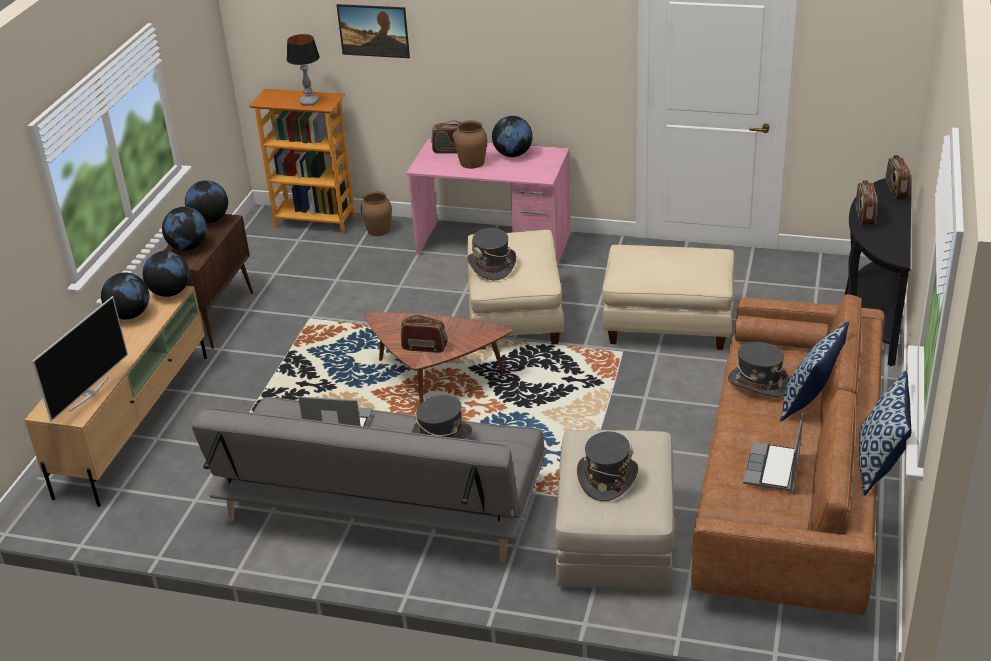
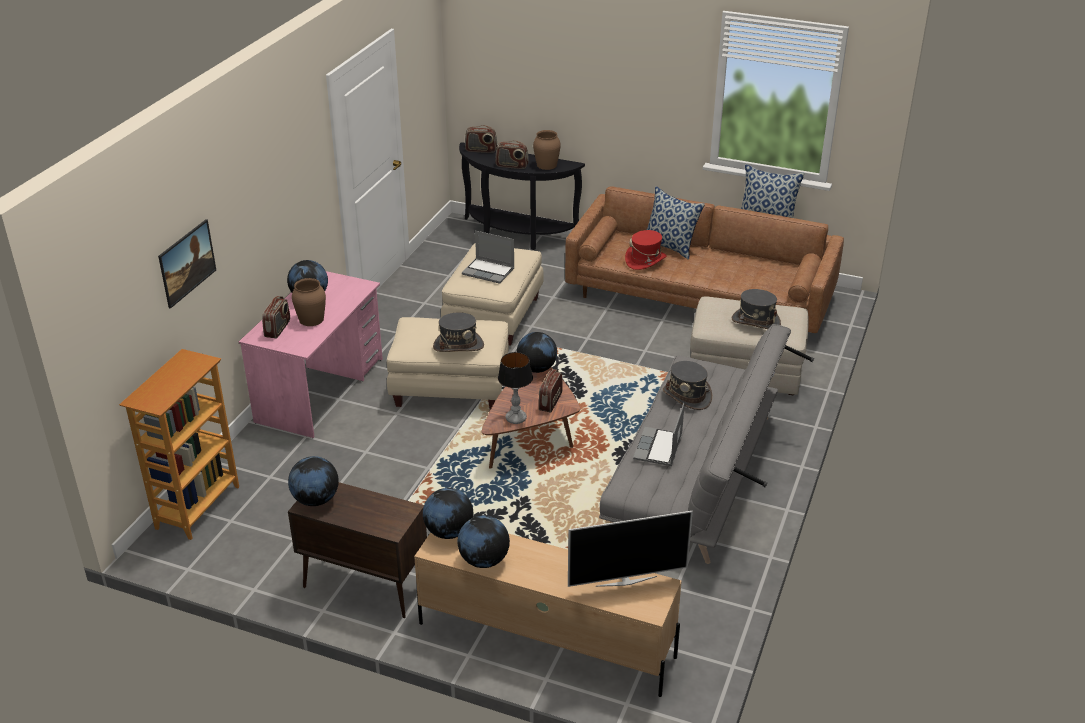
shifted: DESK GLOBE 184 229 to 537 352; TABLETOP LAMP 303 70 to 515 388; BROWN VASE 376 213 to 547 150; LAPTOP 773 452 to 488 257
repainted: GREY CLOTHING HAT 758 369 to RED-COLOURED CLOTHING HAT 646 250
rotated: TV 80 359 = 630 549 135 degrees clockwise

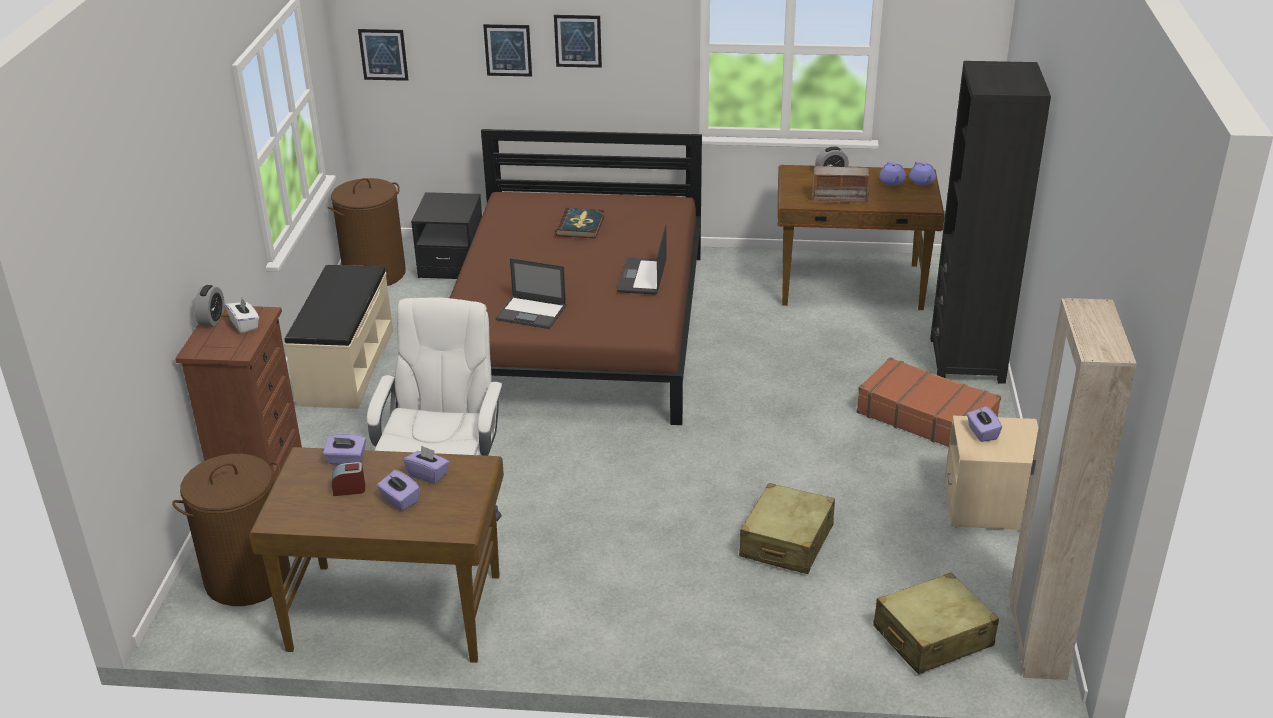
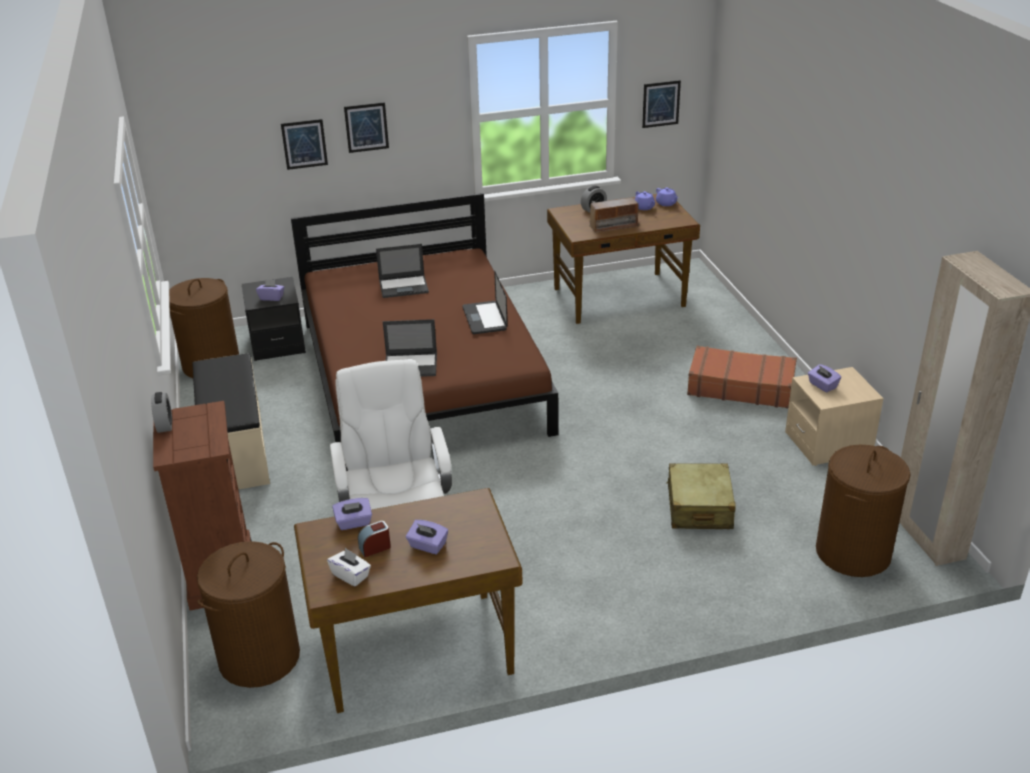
gone: BLACK BOOKCASE 990 222
shifted: WHITE-COLOURED TISSUE BOX 242 315 to 349 567; WALL PICTURE 383 55 to 661 104; PURPLE TISSUE BOX 426 464 to 270 290
swapped: BOUND BOOK 579 223 to LAPTOP 402 271; BEIGE PIECE OF LUGGAGE 936 623 to BROWN LAUNDRY BASKET 863 511

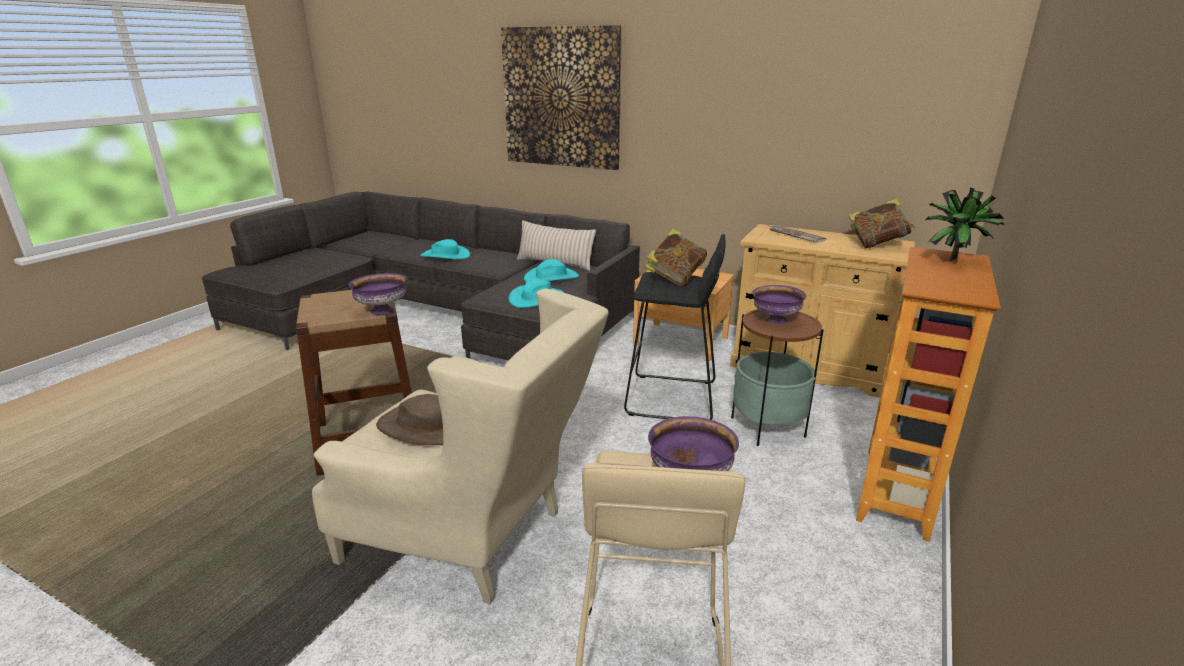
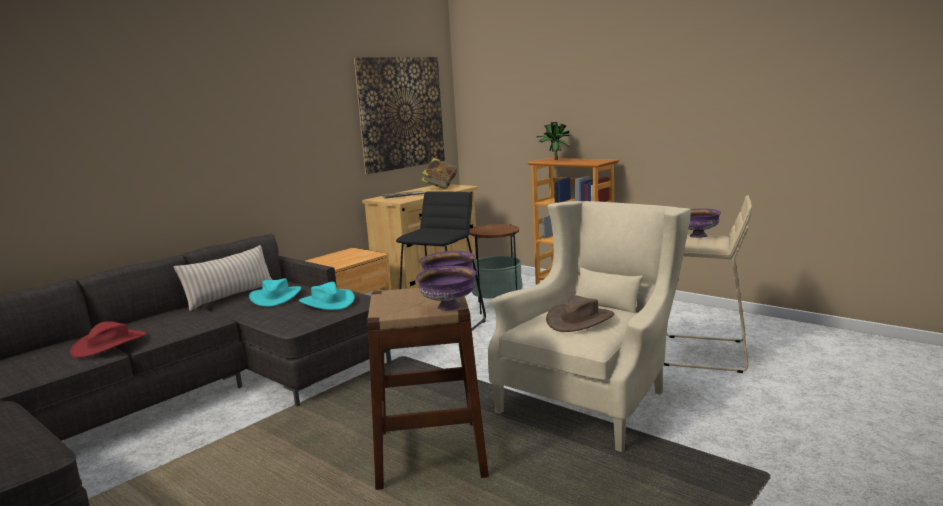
gone: BOUND BOOK 675 257
shifted: WALL PICTURE 561 97 to 399 115; PURPLE DEEP DISH 779 304 to 446 288
repainted: TURQUOISE-COLOURED CLOTHING HAT 445 249 to RED-COLOURED CLOTHING HAT 108 339

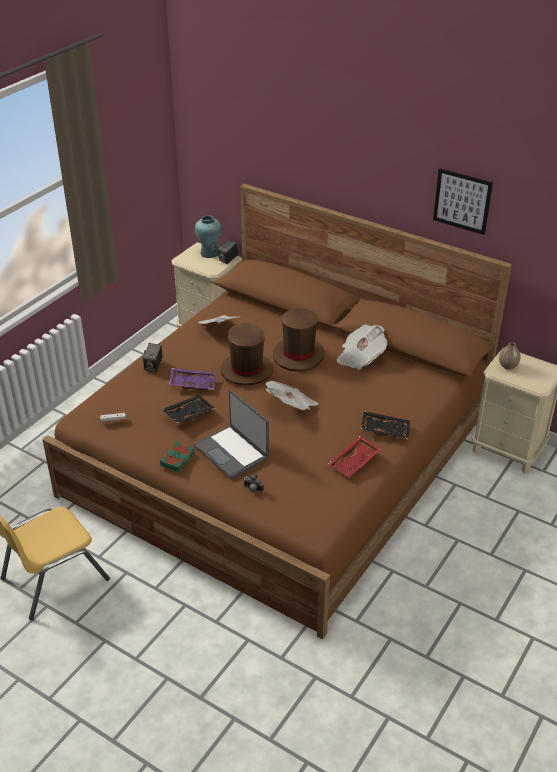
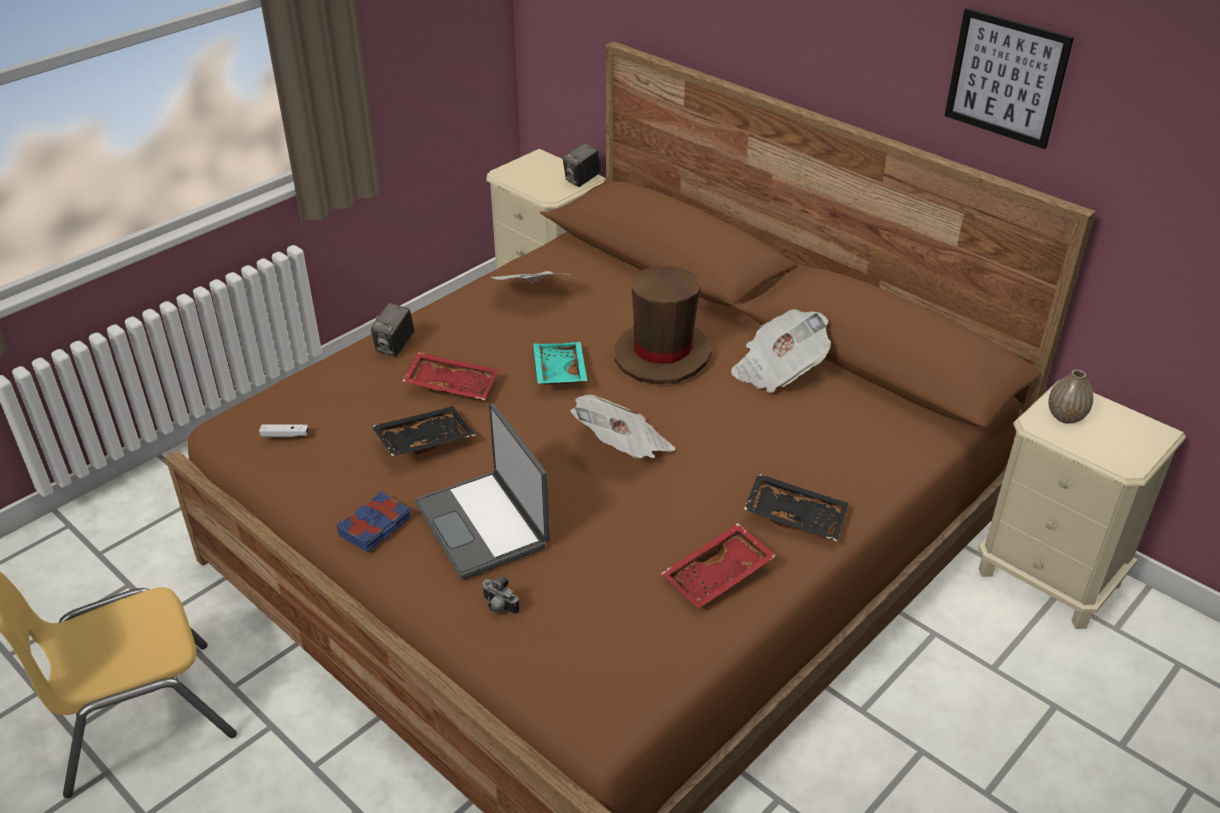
gone: TURQUOISE-COLOURED VASE 208 236
swapped: BROWN CLOTHING HAT 247 354 to TURQUOISE-COLOURED CARRYING TRAY 560 363
repainted: GREENISH BOUND BOOK 177 457 to BLUISH BOUND BOOK 374 521; PURPLE CARRYING TRAY 192 379 to RED-COLOURED CARRYING TRAY 450 376

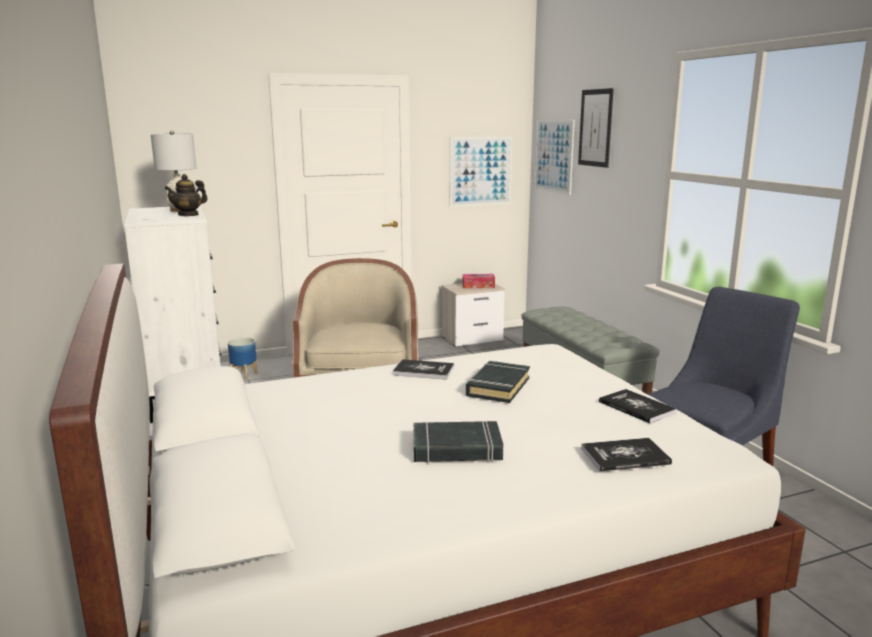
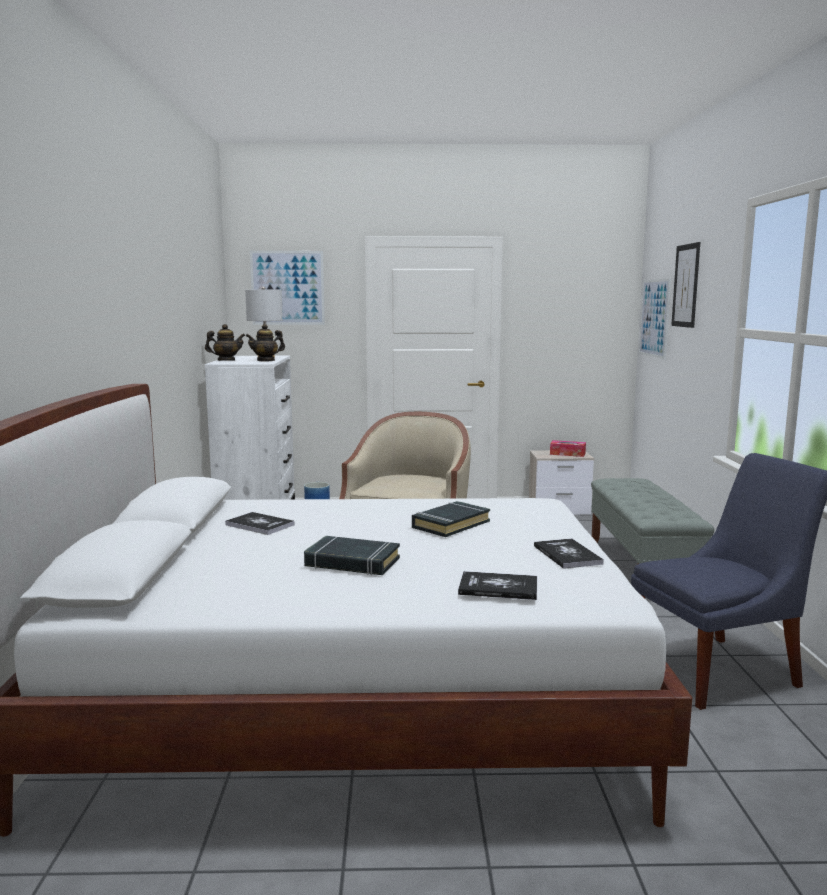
new: TEA POT 225 342
shifted: BOUND BOOK 423 369 to 260 523; WALL PICTURE 481 171 to 287 288

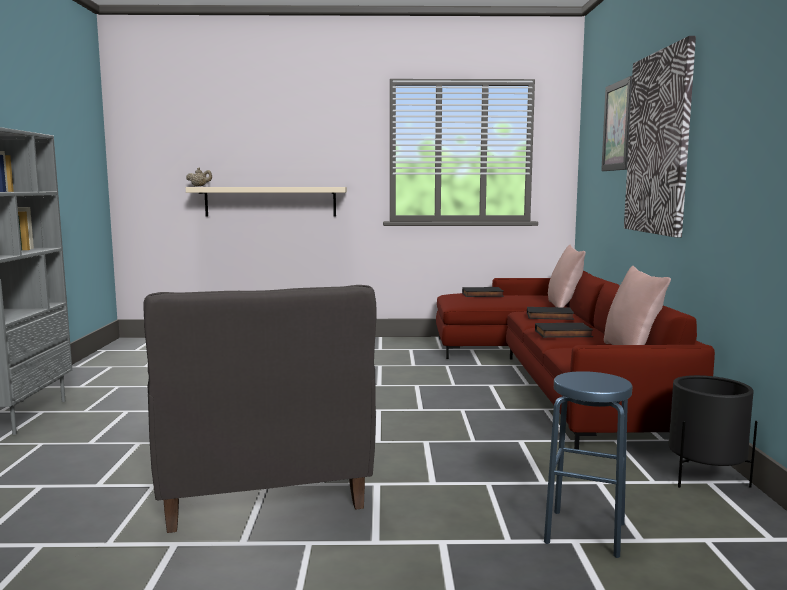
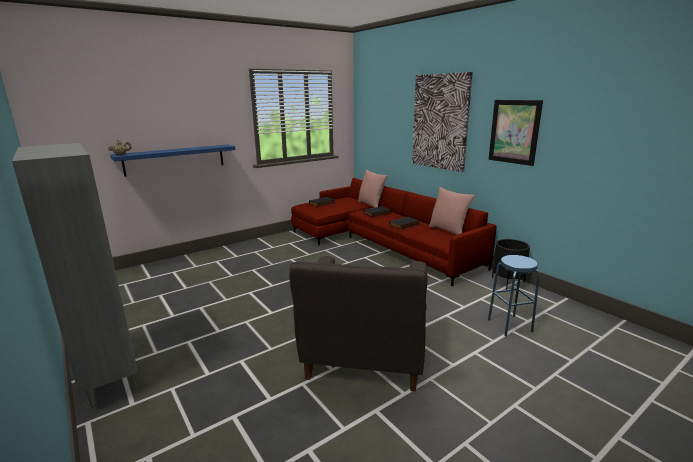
shifted: WALL PICTURE 616 123 to 515 133
repainted: BEIGE SHELF 266 202 to BLUISH SHELF 172 161
rotated: GREY EASY CHAIR 260 409 = 358 324 60 degrees clockwise

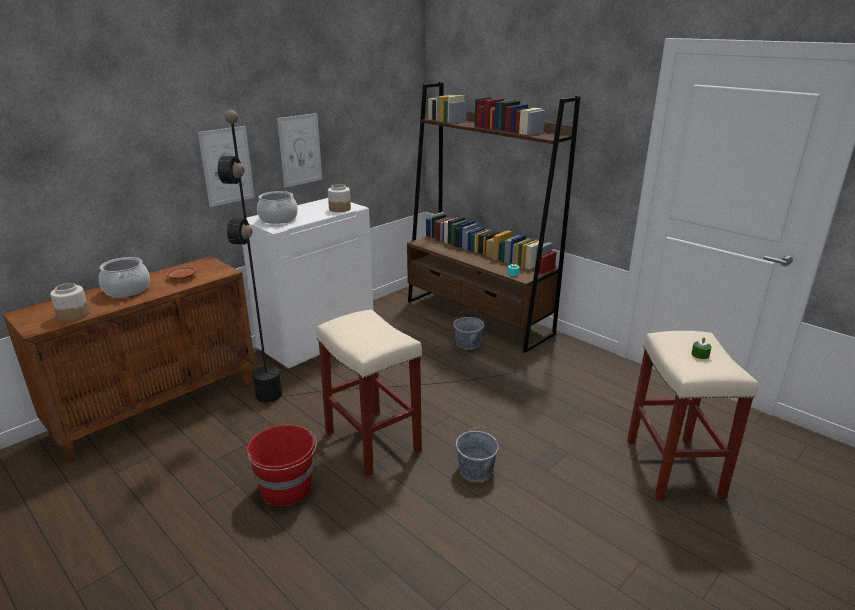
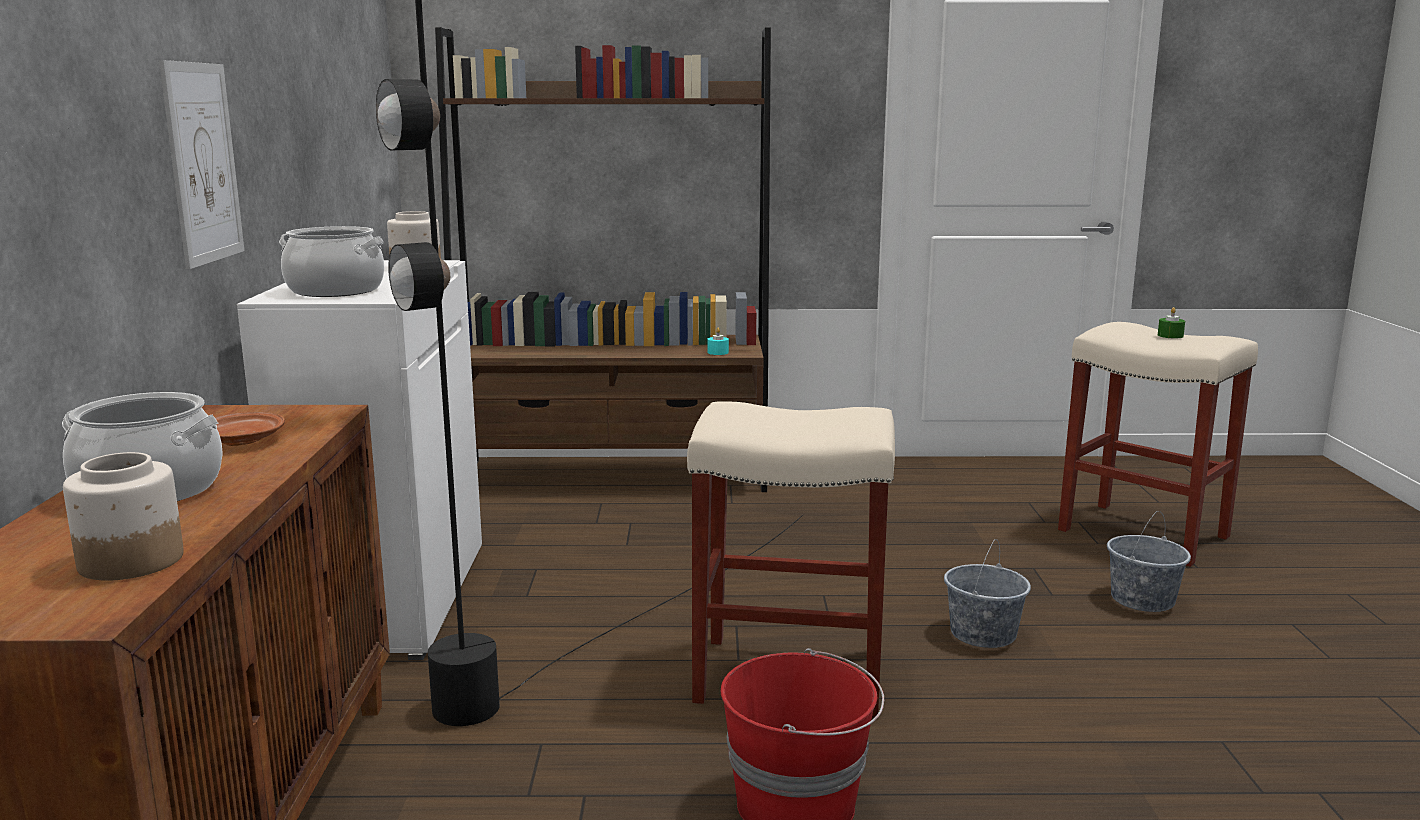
gone: WALL PICTURE 299 150
shifted: GREY BUCKET 468 329 to 1149 561

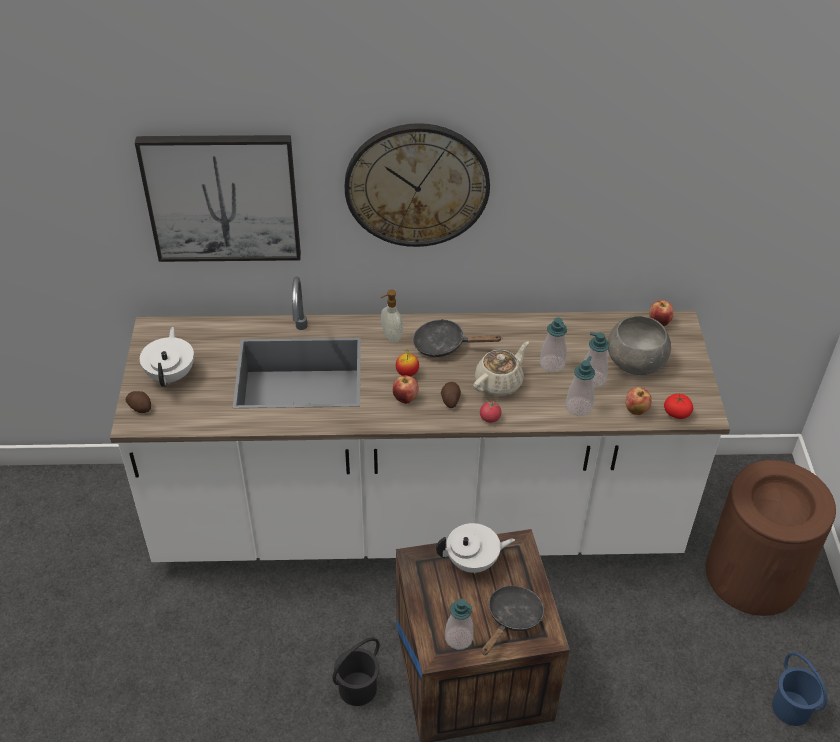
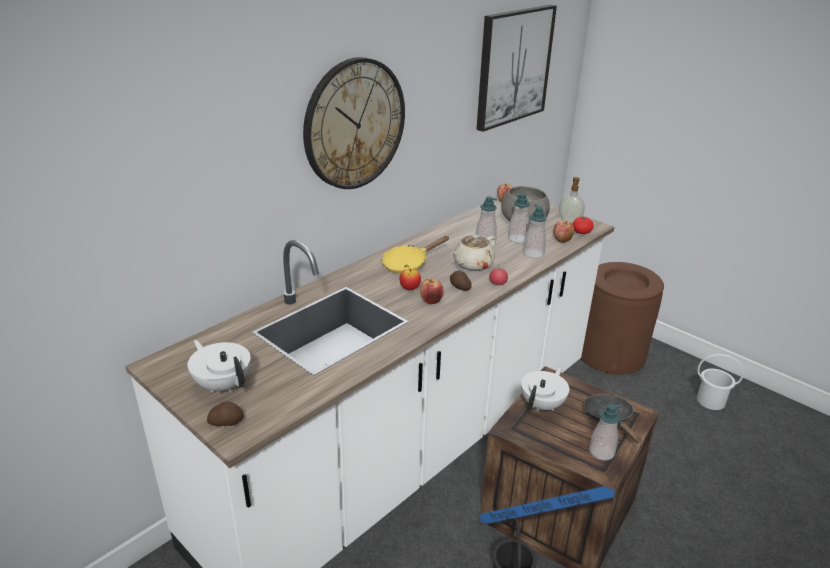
shifted: WALL PICTURE 218 198 to 516 68; SOAP BOTTLE 392 316 to 572 200
repainted: BLACK PAN 457 338 to YELLOWISH PAN 415 254; BLUISH BUCKET 799 689 to WHITE-COLOURED BUCKET 720 382
rotated: BEIGE TEA POT 501 369 = 473 252 135 degrees counterclockwise

